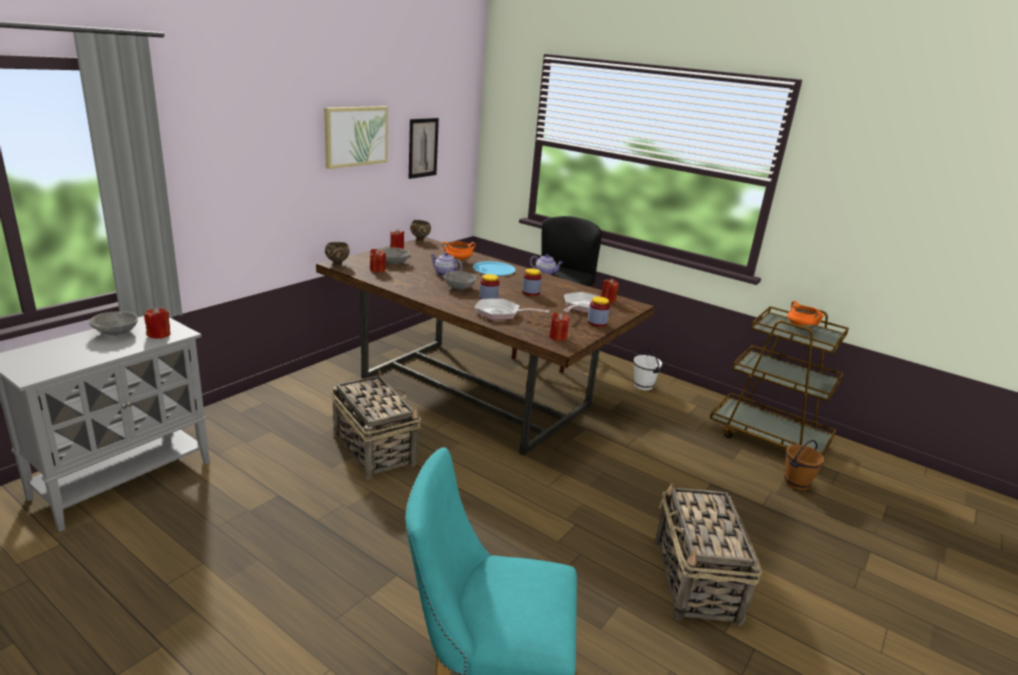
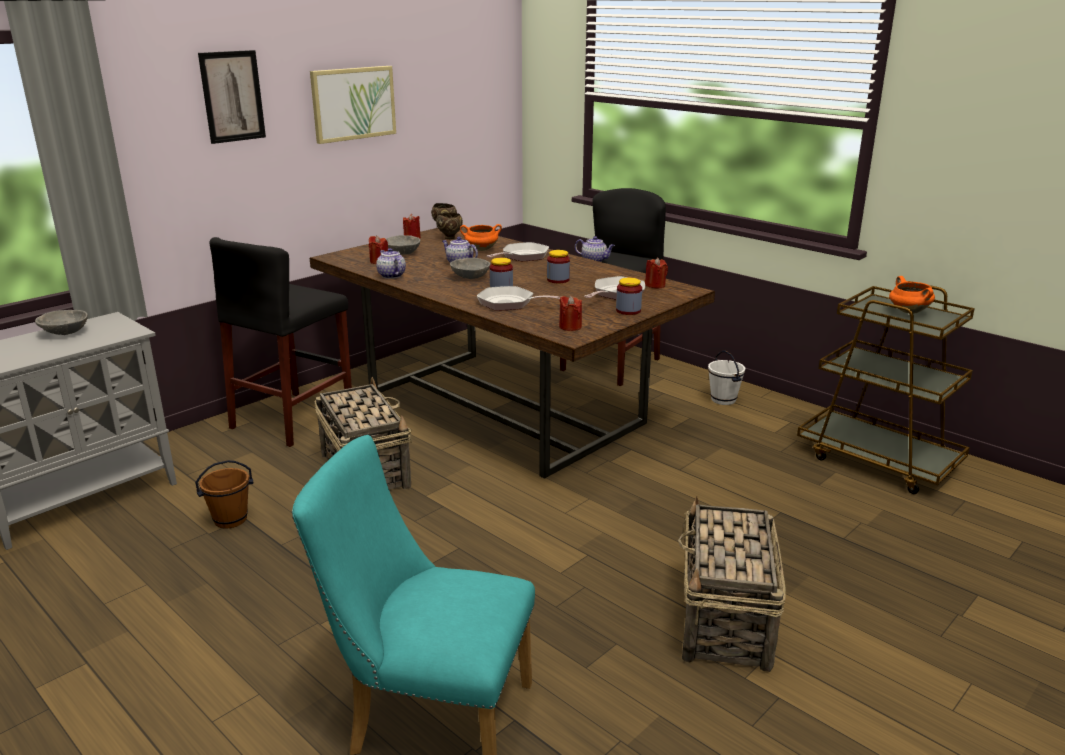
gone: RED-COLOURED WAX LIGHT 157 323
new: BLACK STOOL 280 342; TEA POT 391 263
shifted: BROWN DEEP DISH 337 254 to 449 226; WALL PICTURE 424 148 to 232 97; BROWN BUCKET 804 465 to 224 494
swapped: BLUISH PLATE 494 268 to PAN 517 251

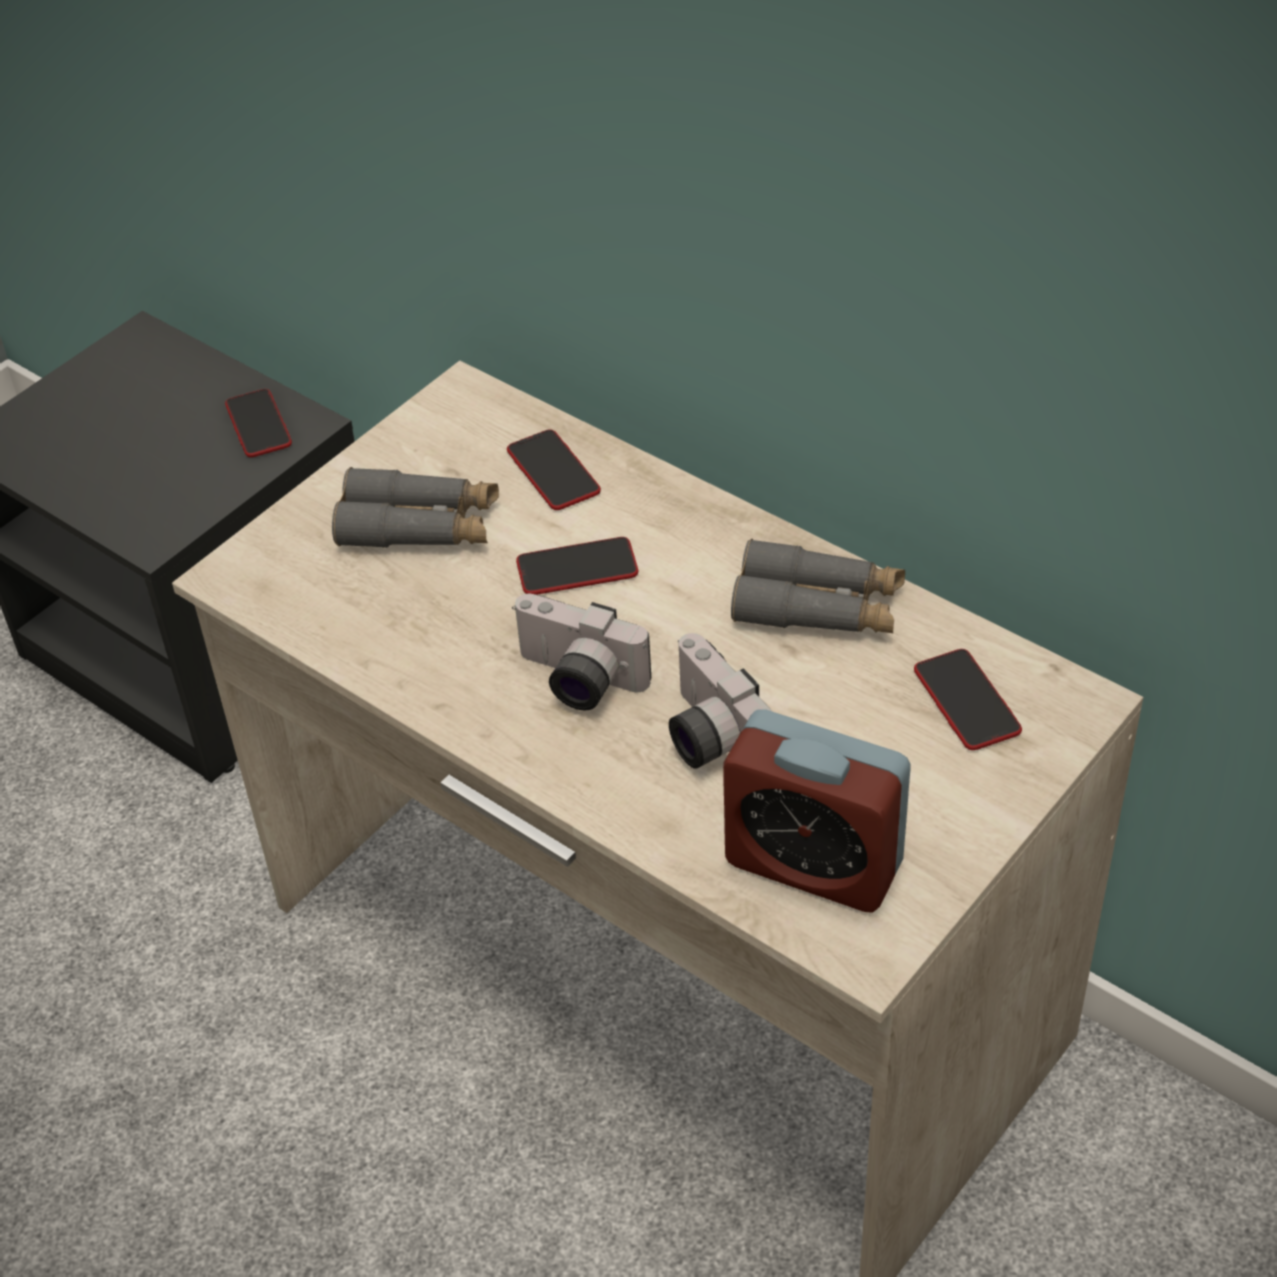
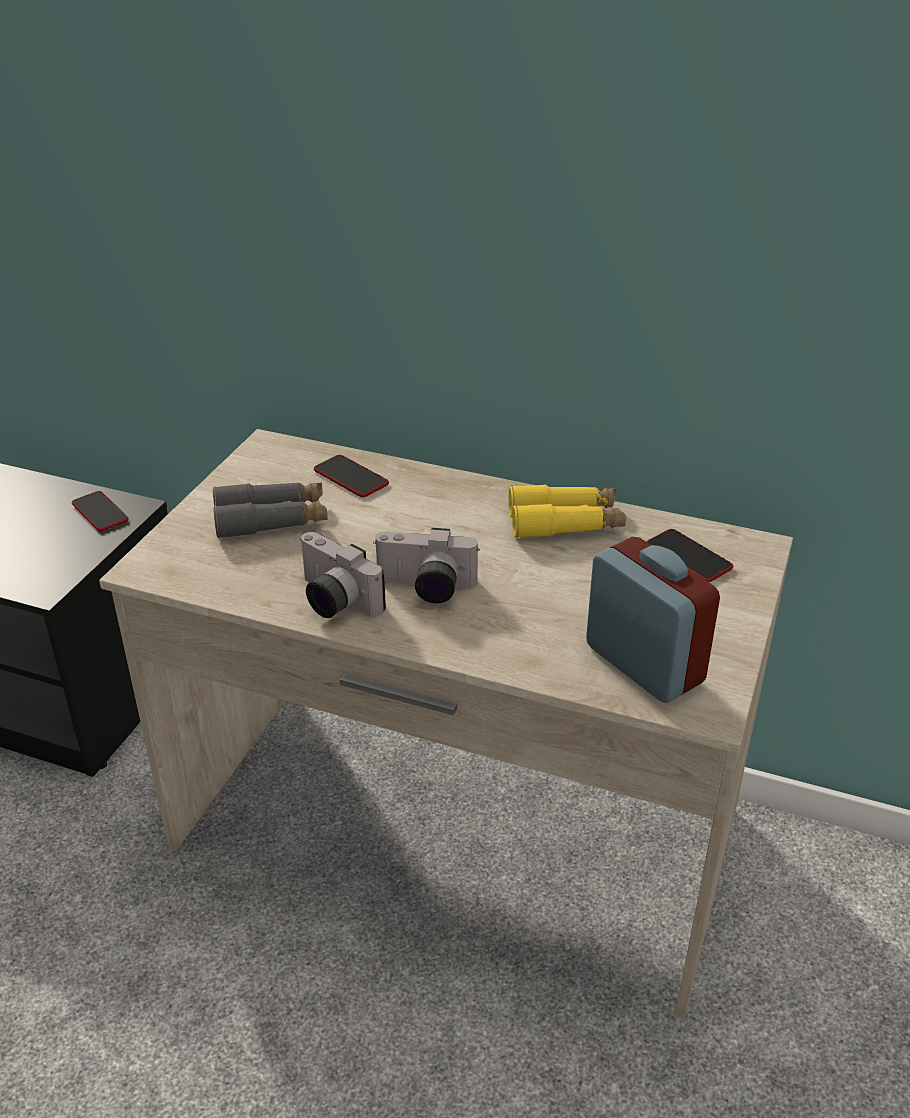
gone: PHONE 577 566
shifted: PHOTO CAMERA 721 701 to 343 575
repainted: GREY BINOCULARS 818 586 to YELLOWISH BINOCULARS 567 511
rotated: BEDSIDE CLOCK 817 811 = 653 620 135 degrees counterclockwise

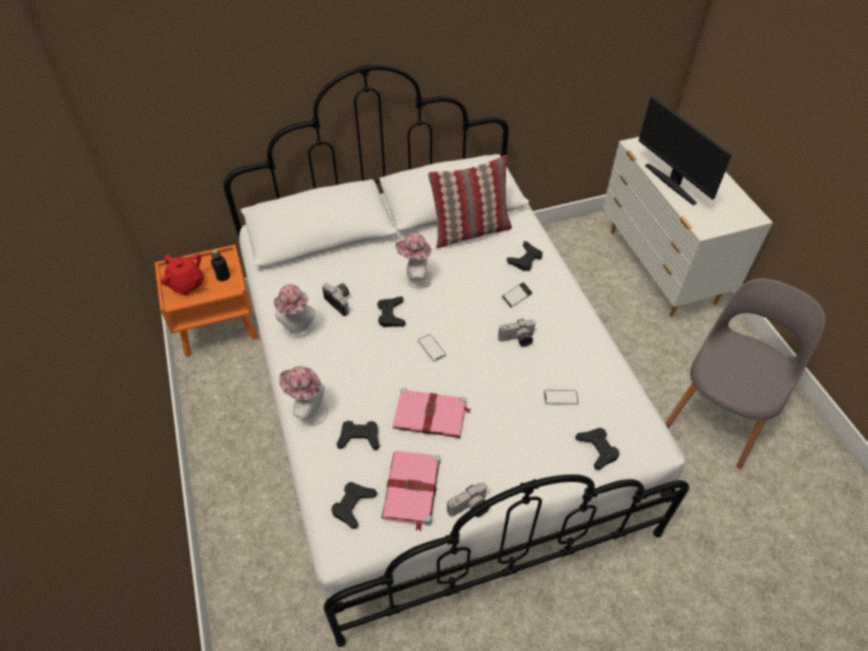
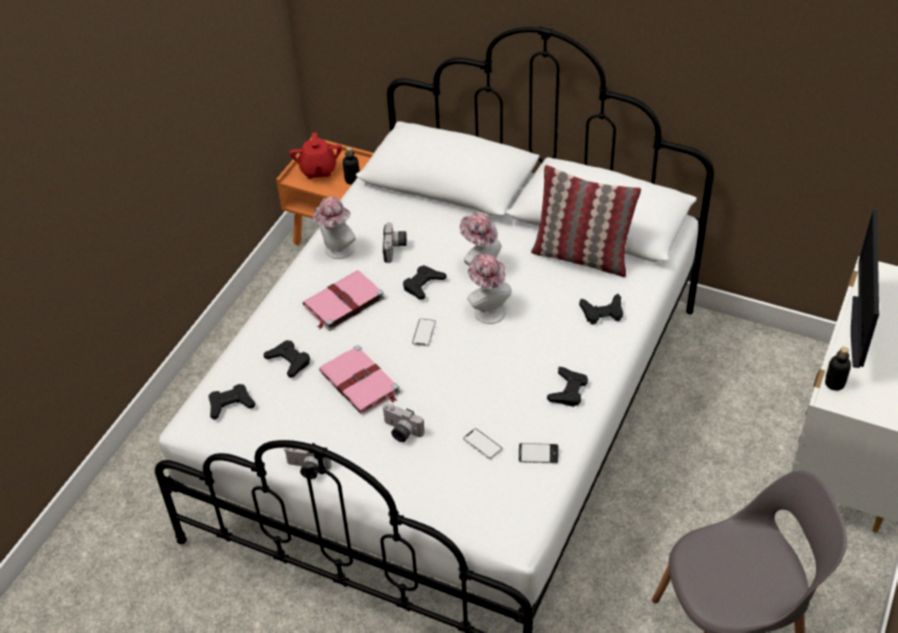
new: BOTTLE 838 369
shifted: CLOTHING HAT 303 396 to 489 289; PINK BOUND BOOK 410 491 to 343 300; PHOTO CAMERA 517 332 to 403 423; PHONE 517 295 to 538 453; BLACK JOYPAD 597 449 to 567 387

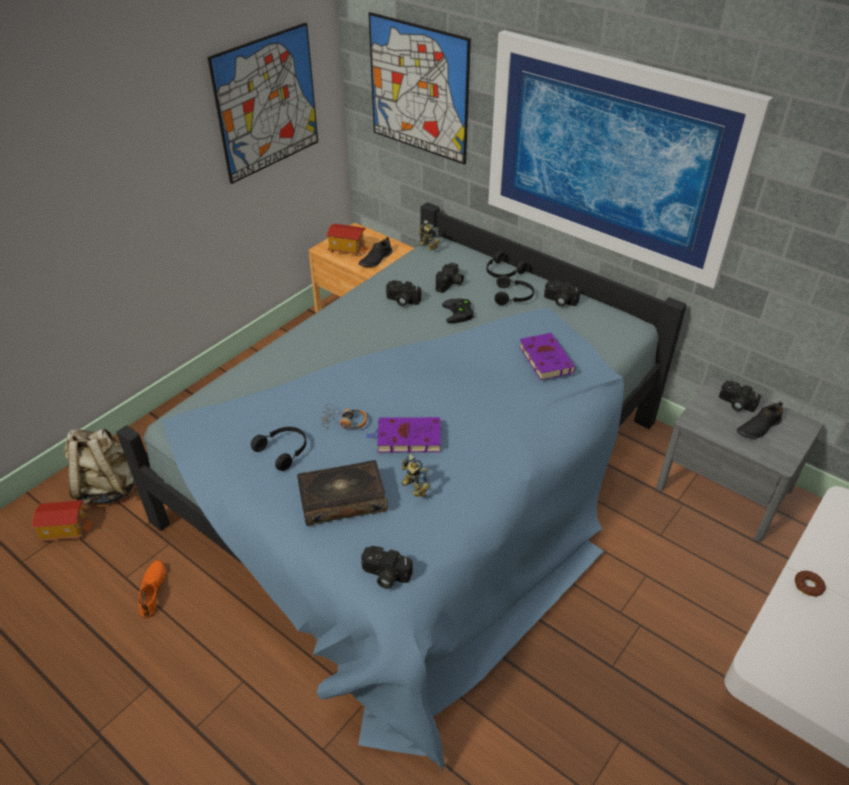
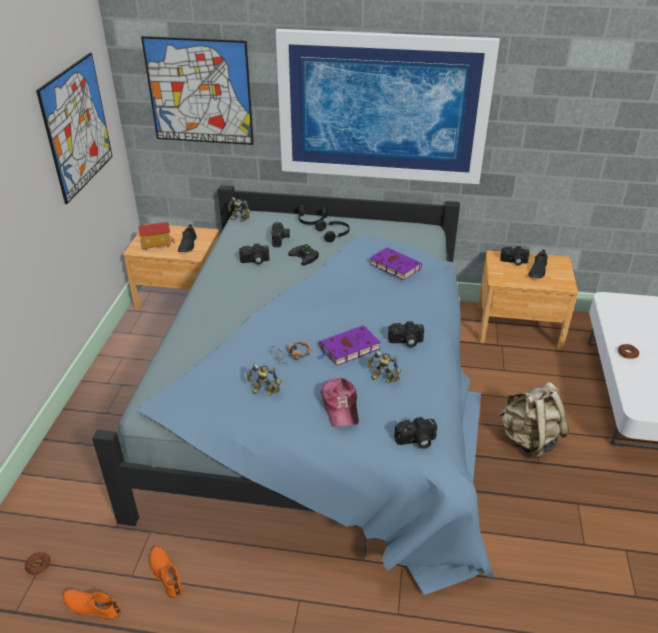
new: ORANGE-COLOURED SHOE 92 605
shifted: BEIGE BACKPACK 100 467 to 534 420; PHOTO CAMERA 562 293 to 406 334
swapped: MINIATURE HOUSE 62 520 to DONUT 38 563; BLACK HEADPHONES 278 449 to TOY ROBOT 264 380; BOUND BOOK 342 493 to CAP 340 402
repainted: GREY NIGHTSTAND 739 459 to BROWN NIGHTSTAND 528 300

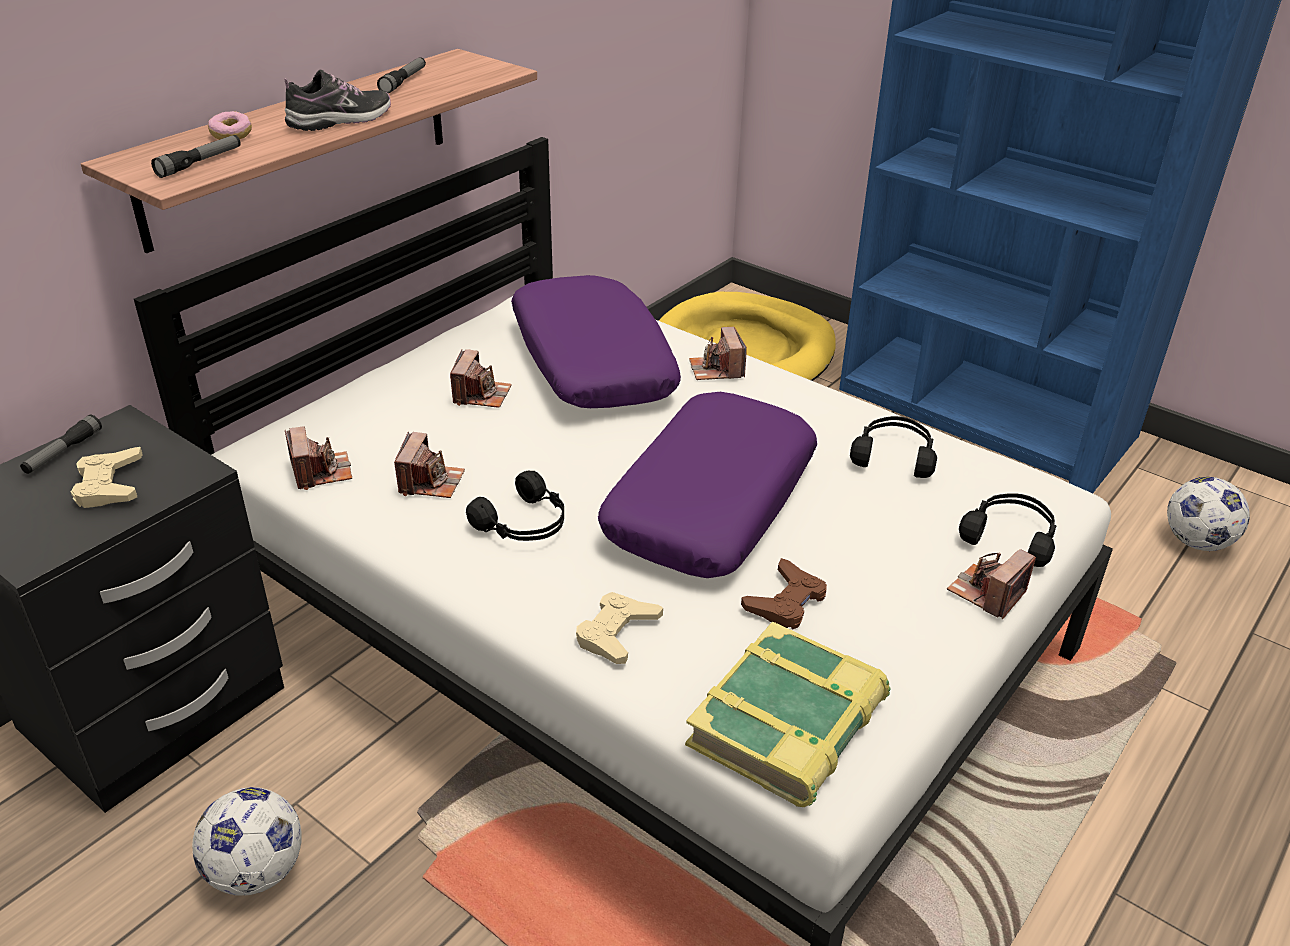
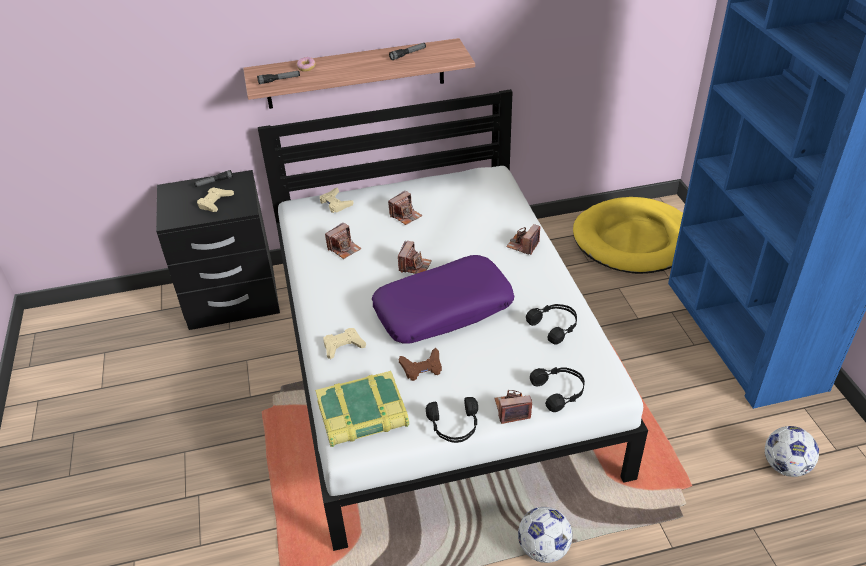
gone: SHOE 337 100; PURPLE CUSHION 596 341
new: BEIGE JOYPAD 337 200
shifted: FOOTBALL 247 841 to 545 535; PHOTO CAMERA 318 458 to 415 257; BLACK HEADPHONES 515 506 to 452 420

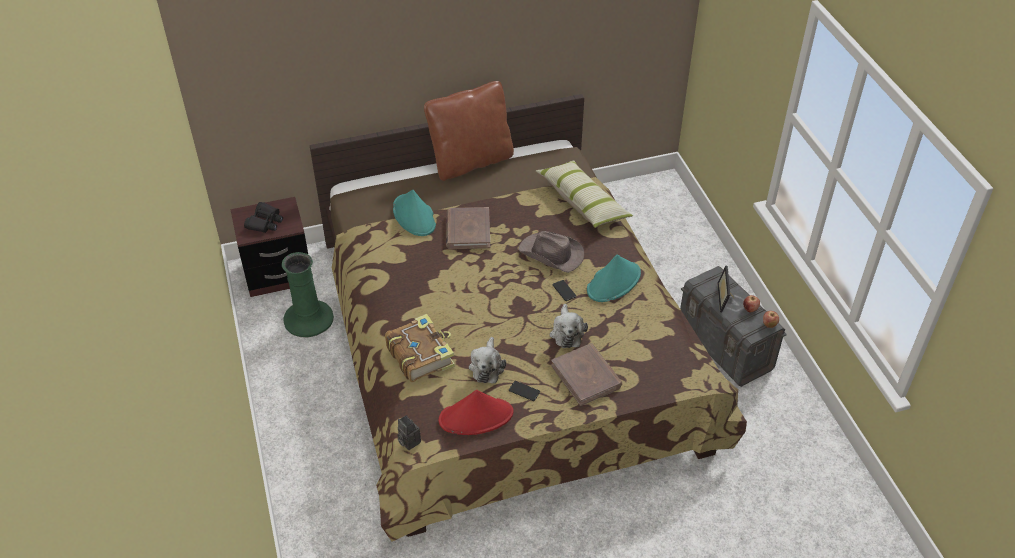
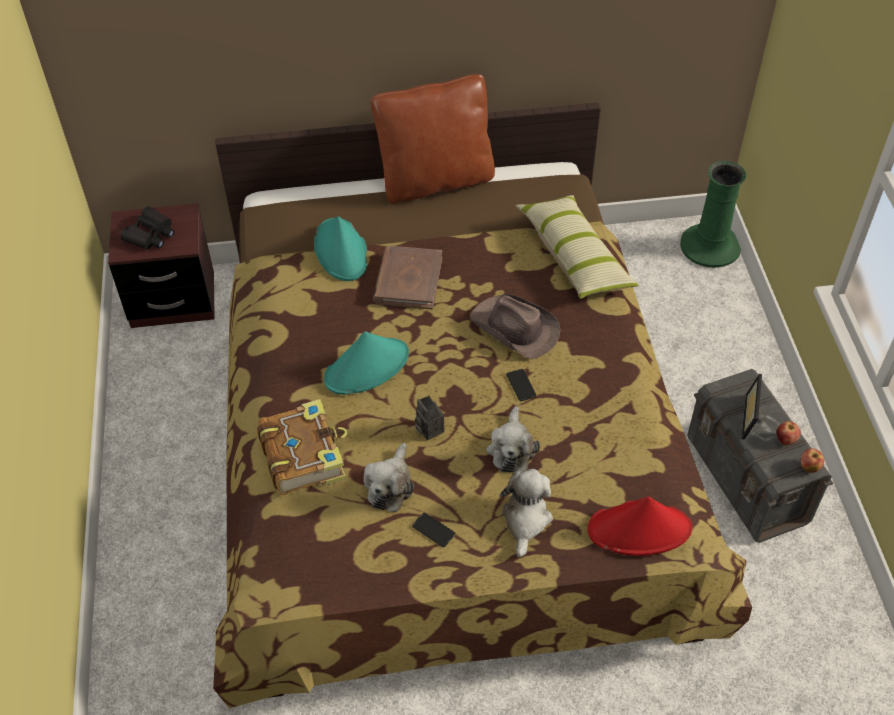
shifted: GREENISH VASE 308 295 to 713 214; PHOTO CAMERA 409 432 to 430 418; RED-COLOURED CLOTHING HAT 476 412 to 639 526; TURQUOISE-COLOURED CLOTHING HAT 614 278 to 366 363
swapped: BROWN BOUND BOOK 586 374 to SOFT TOY 526 513

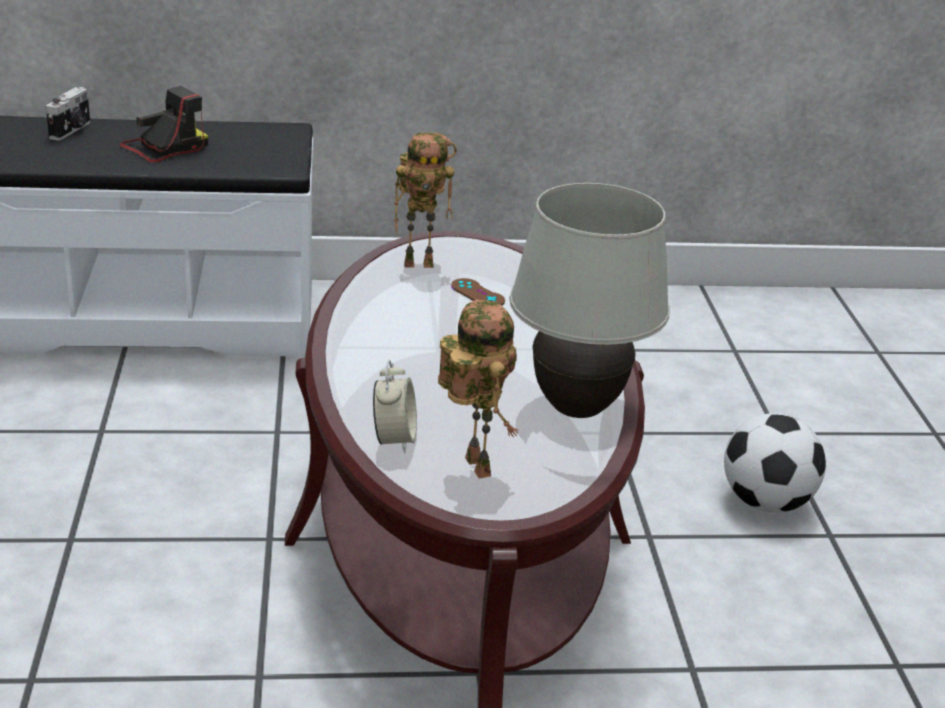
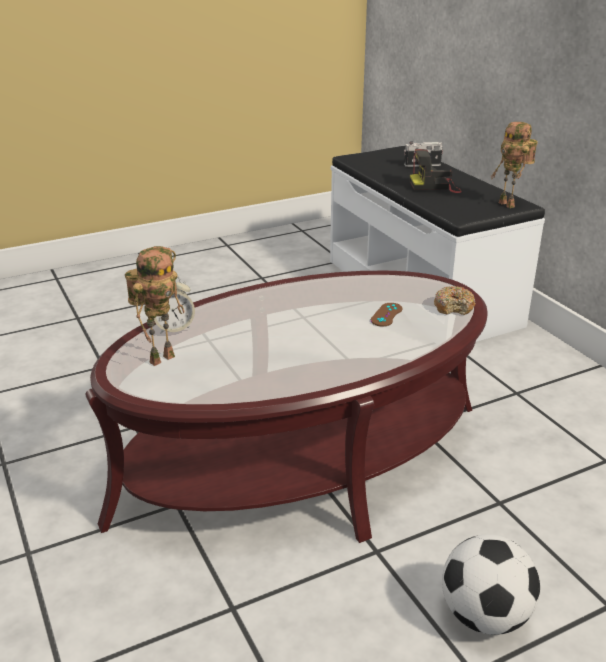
gone: WHITE-COLOURED TABLETOP LAMP 589 300
new: DONUT 454 300
shifted: TOY ROBOT 425 200 to 514 165
rotated: PHOTO CAMERA 164 124 = 436 171 150 degrees clockwise

